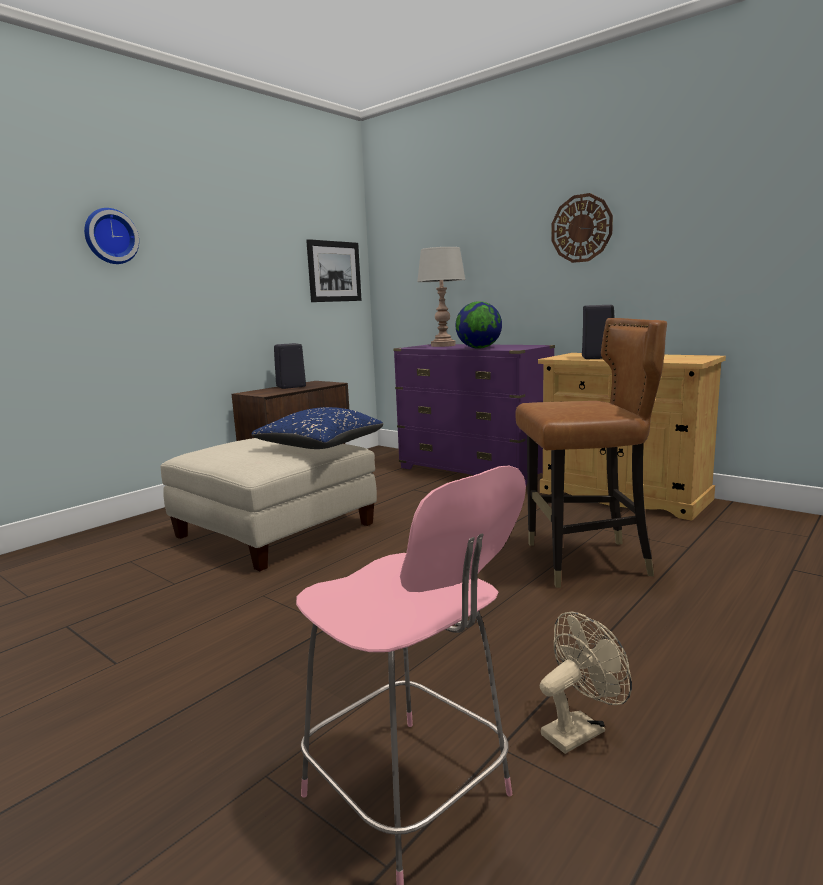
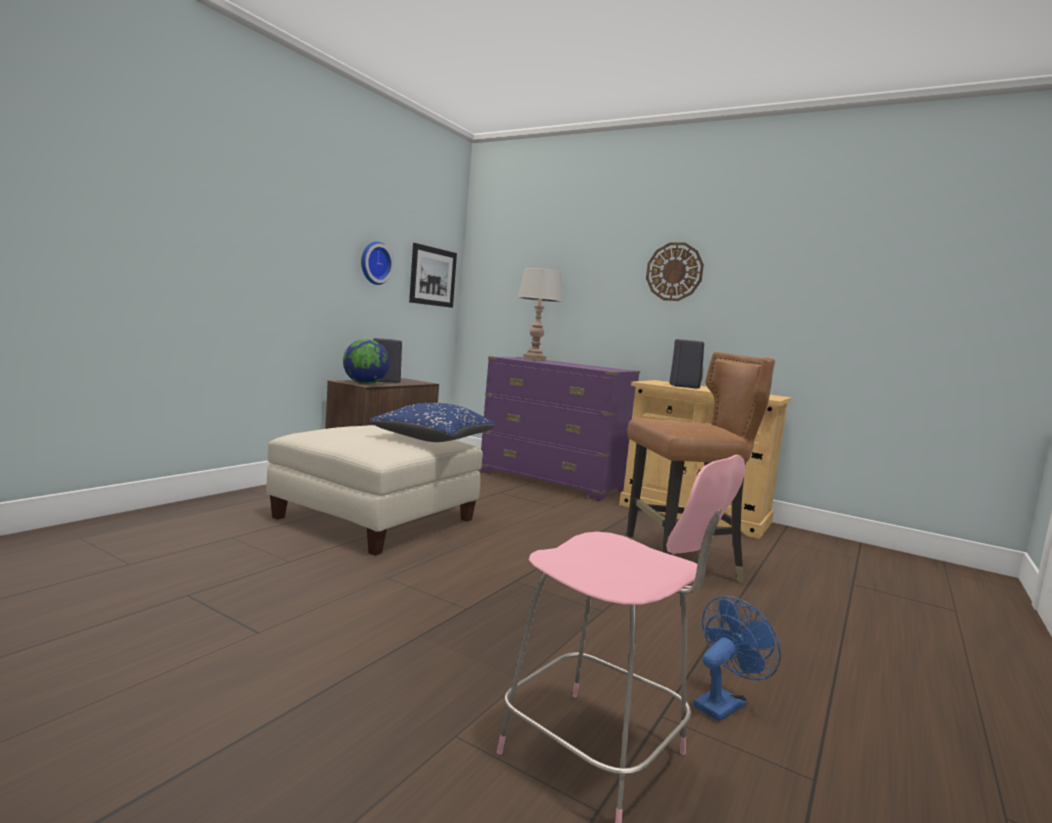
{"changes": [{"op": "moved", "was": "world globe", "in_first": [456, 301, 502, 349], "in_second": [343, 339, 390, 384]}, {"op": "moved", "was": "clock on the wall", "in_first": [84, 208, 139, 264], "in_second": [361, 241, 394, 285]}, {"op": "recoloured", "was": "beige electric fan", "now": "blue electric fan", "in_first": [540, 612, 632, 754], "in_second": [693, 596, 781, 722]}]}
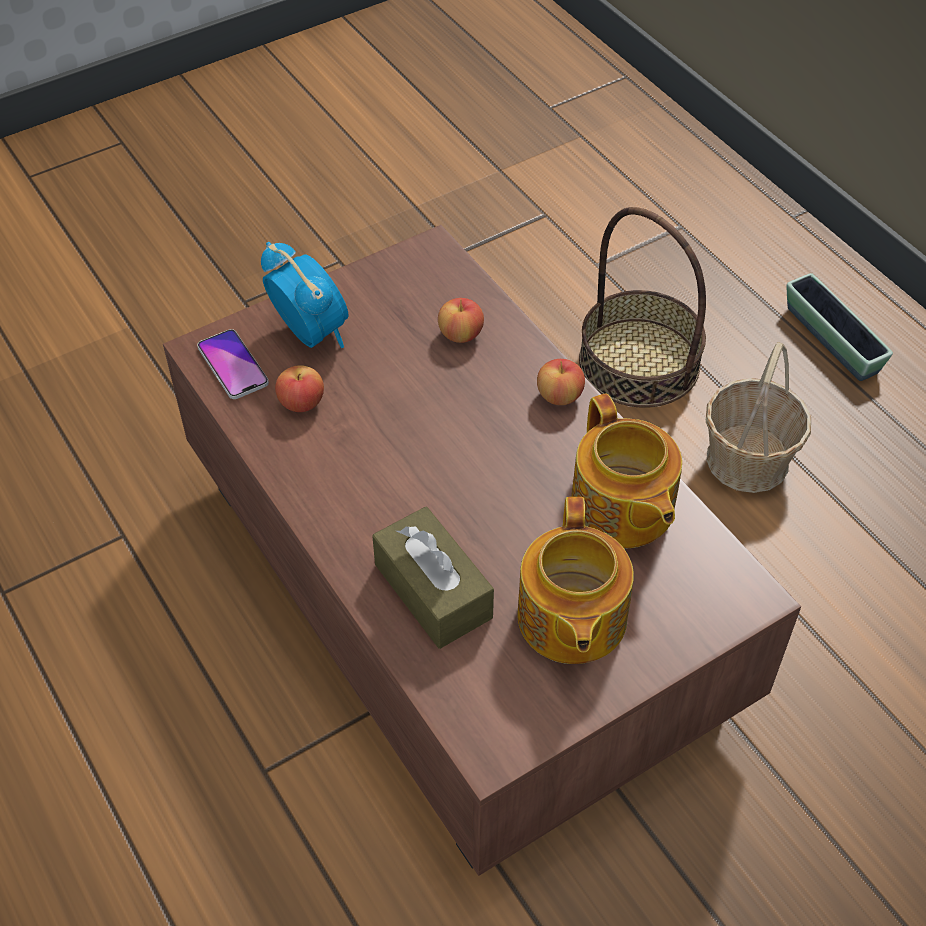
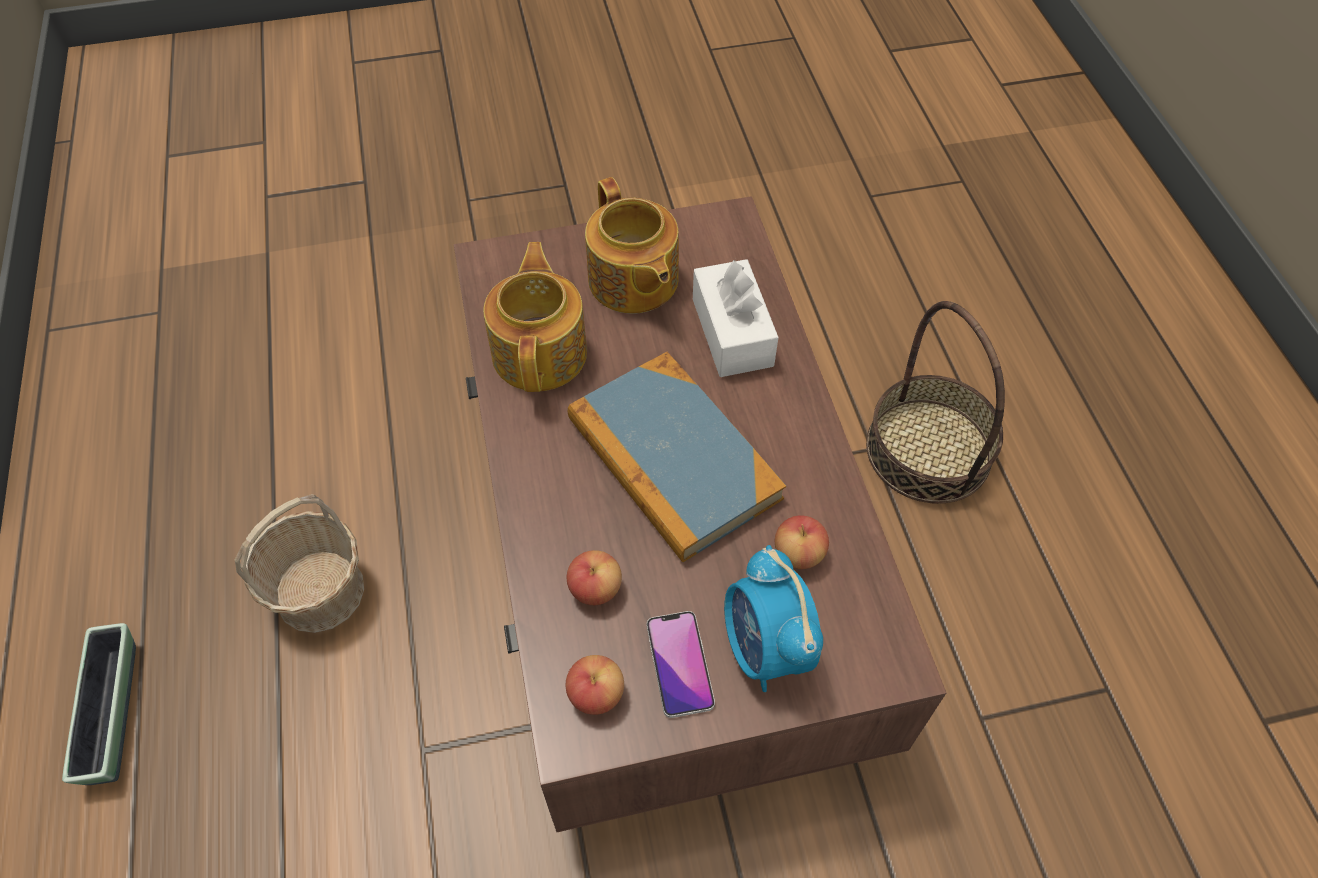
{"changes": [{"op": "moved", "was": "apple", "in_first": [537, 359, 585, 405], "in_second": [565, 655, 624, 715]}, {"op": "added", "now": "volume", "in_second": [568, 352, 786, 562]}, {"op": "turned", "was": "teapot", "in_first": [517, 497, 634, 664], "in_second": [585, 177, 679, 314], "clockwise": 135}, {"op": "moved", "was": "phone", "in_first": [197, 329, 269, 399], "in_second": [647, 611, 715, 718]}, {"op": "recoloured", "was": "brownish tissue box", "now": "white tissue box", "in_first": [372, 507, 494, 649], "in_second": [693, 259, 779, 377]}, {"op": "moved", "was": "household basket", "in_first": [579, 207, 706, 408], "in_second": [866, 301, 1005, 504]}]}
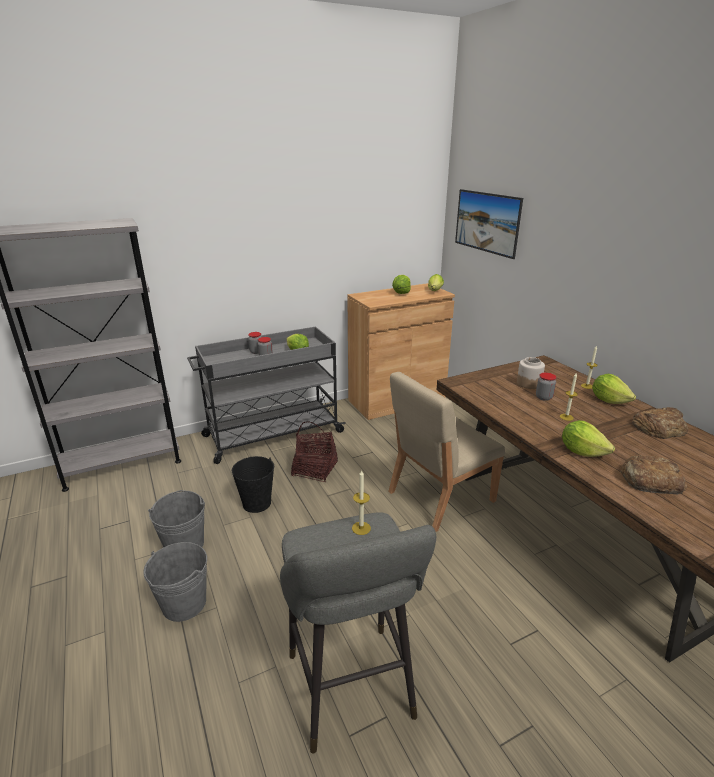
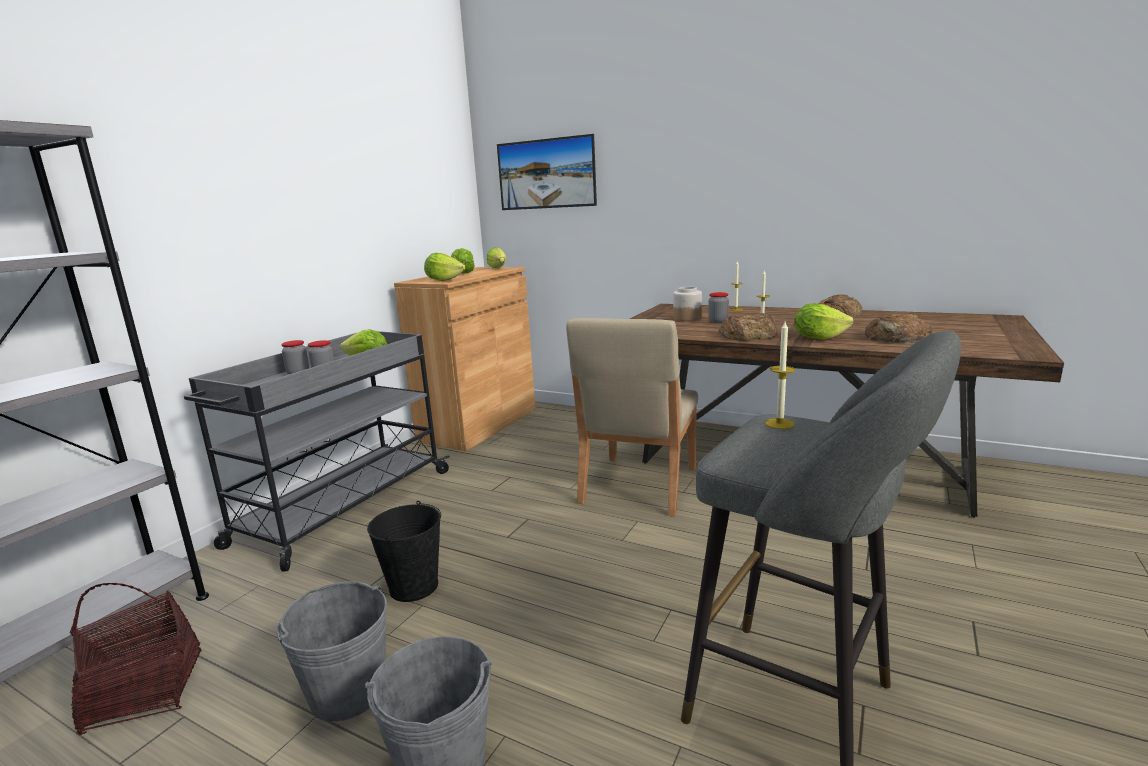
{"changes": [{"op": "moved", "was": "household basket", "in_first": [291, 421, 338, 482], "in_second": [70, 583, 202, 735]}, {"op": "moved", "was": "lettuce", "in_first": [592, 374, 636, 404], "in_second": [424, 253, 465, 281]}, {"op": "added", "now": "baked bread", "in_second": [719, 313, 777, 341]}]}
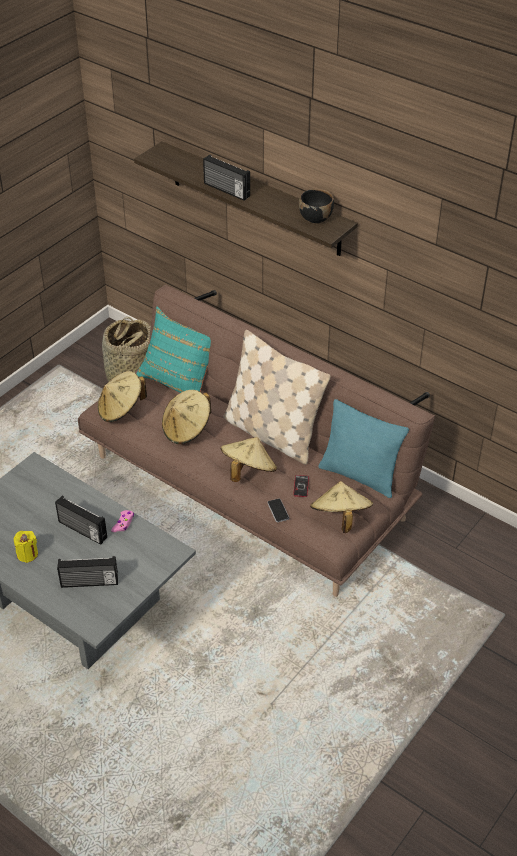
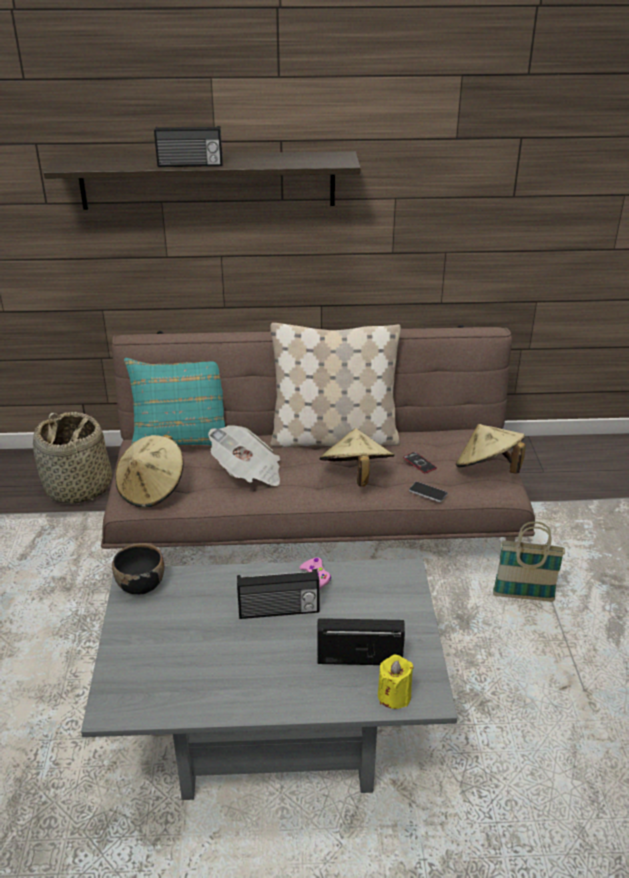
{"changes": [{"op": "moved", "was": "blackish bowl", "in_first": [299, 189, 334, 223], "in_second": [112, 543, 164, 594]}, {"op": "replaced", "was": "beige clothing hat", "now": "newspaper", "in_first": [162, 390, 211, 444], "in_second": [208, 425, 280, 486]}, {"op": "turned", "was": "radio", "in_first": [57, 556, 118, 588], "in_second": [317, 618, 405, 665], "clockwise": -135}, {"op": "moved", "was": "yellow-coloured wax candle", "in_first": [14, 531, 38, 563], "in_second": [378, 655, 414, 709]}, {"op": "added", "now": "household basket", "in_second": [493, 522, 565, 602]}, {"op": "removed", "was": "blue-green throw pillow", "in_first": [318, 399, 409, 498]}]}
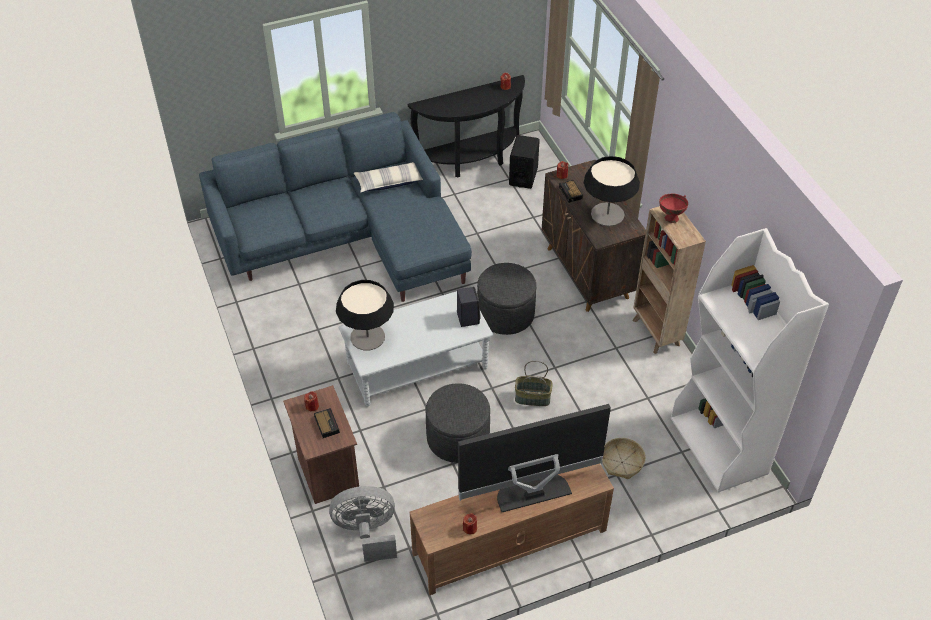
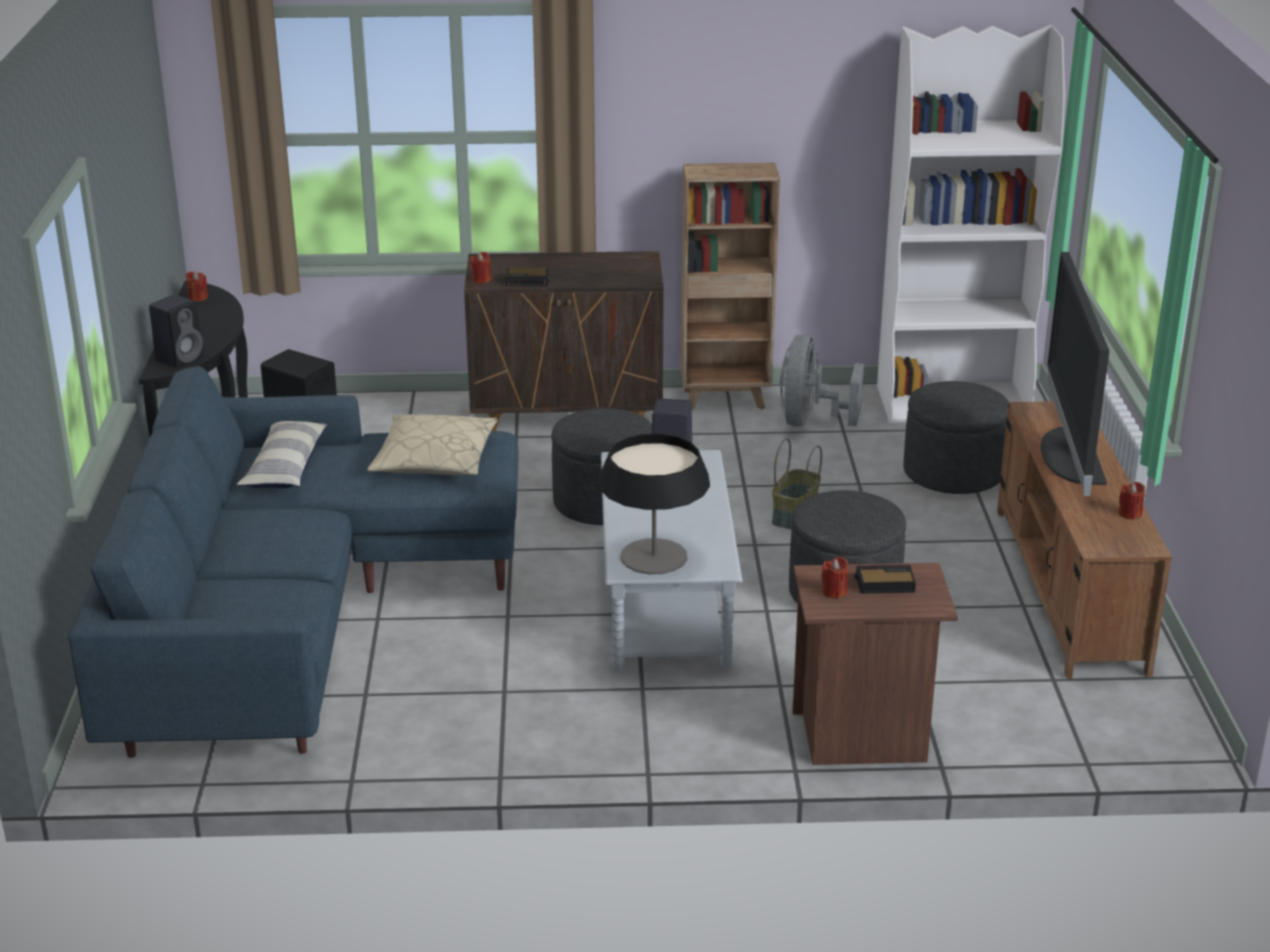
{"changes": [{"op": "added", "now": "blackish speaker", "in_second": [149, 294, 204, 368]}, {"op": "added", "now": "beige throw pillow", "in_second": [367, 414, 497, 475]}, {"op": "moved", "was": "gray electric fan", "in_first": [329, 486, 397, 562], "in_second": [780, 335, 864, 427]}, {"op": "replaced", "was": "household basket", "now": "gray footrest", "in_first": [602, 438, 646, 479], "in_second": [903, 381, 1009, 494]}, {"op": "removed", "was": "lamp for a table", "in_first": [584, 156, 640, 226]}, {"op": "removed", "was": "red bowl", "in_first": [659, 193, 688, 223]}]}
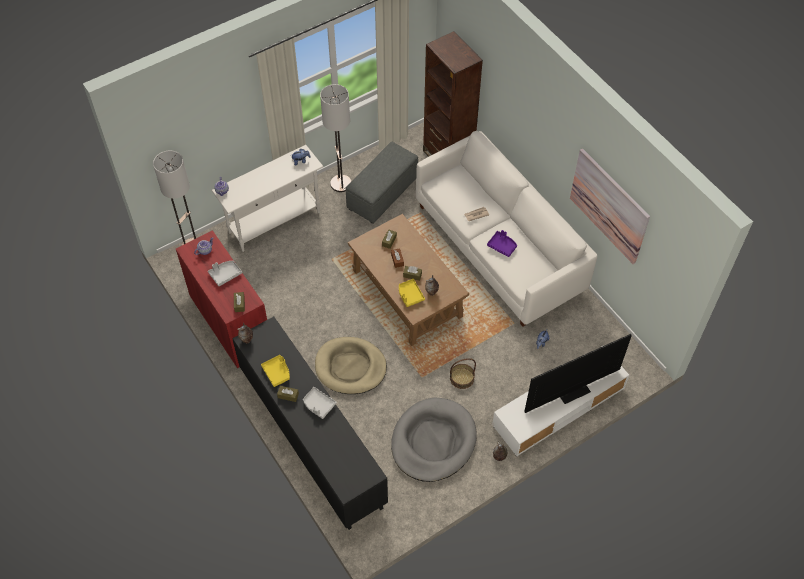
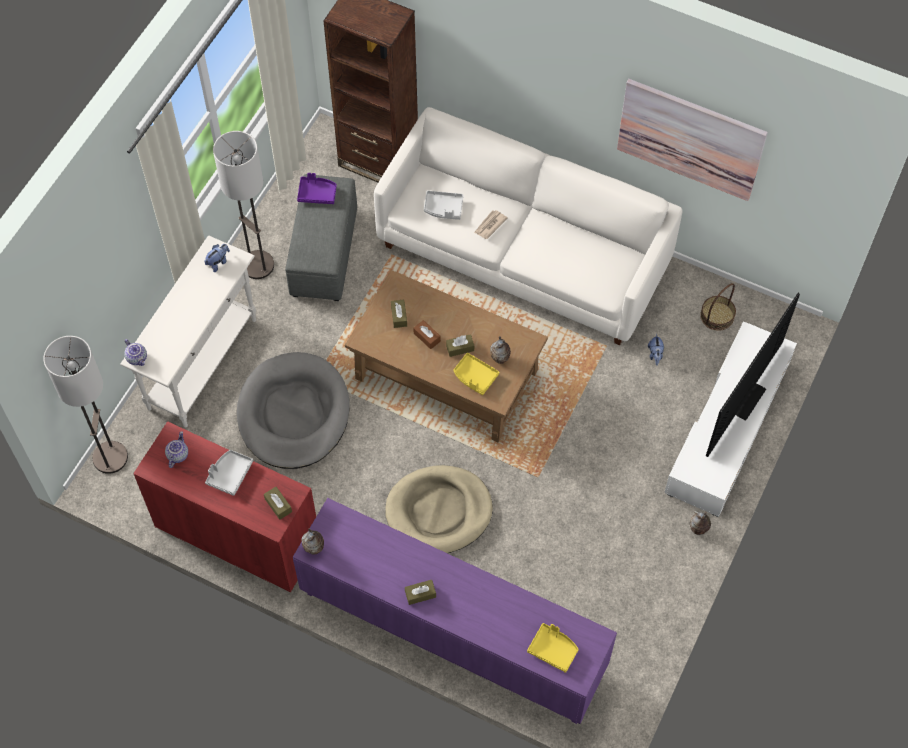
{"changes": [{"op": "moved", "was": "gray dog cushion", "in_first": [391, 397, 477, 482], "in_second": [237, 352, 350, 469]}, {"op": "recoloured", "was": "blackish cabinet", "now": "purple cabinet", "in_first": [233, 317, 388, 530], "in_second": [293, 498, 617, 724]}, {"op": "moved", "was": "purple carrying tray", "in_first": [487, 230, 517, 257], "in_second": [297, 173, 337, 204]}, {"op": "moved", "was": "gray carrying tray", "in_first": [303, 387, 336, 419], "in_second": [424, 191, 464, 220]}, {"op": "moved", "was": "yellow-coloured carrying tray", "in_first": [261, 355, 290, 387], "in_second": [527, 623, 579, 673]}, {"op": "moved", "was": "household basket", "in_first": [450, 358, 476, 389], "in_second": [700, 283, 736, 331]}]}
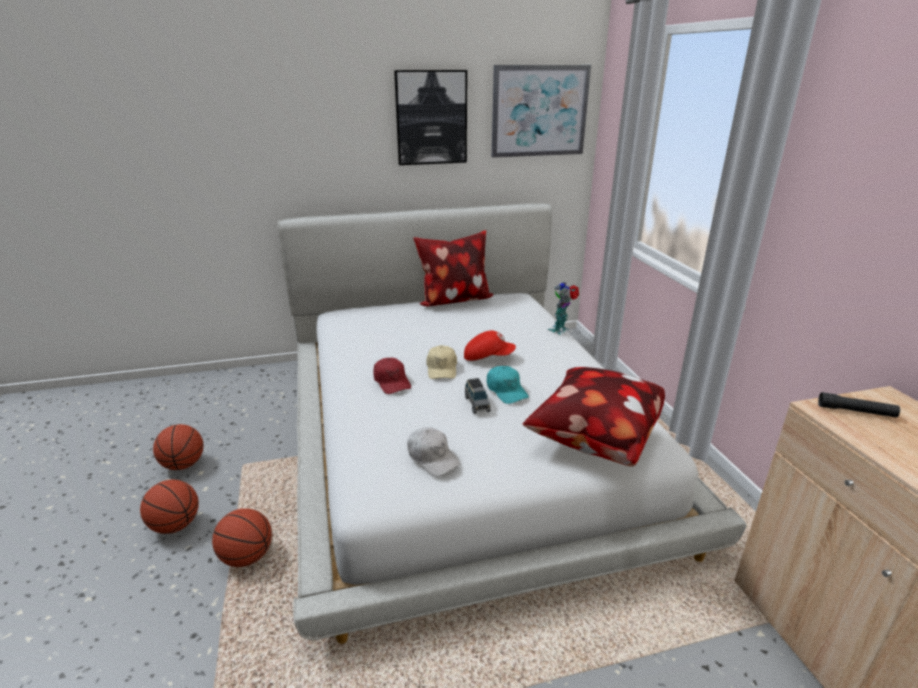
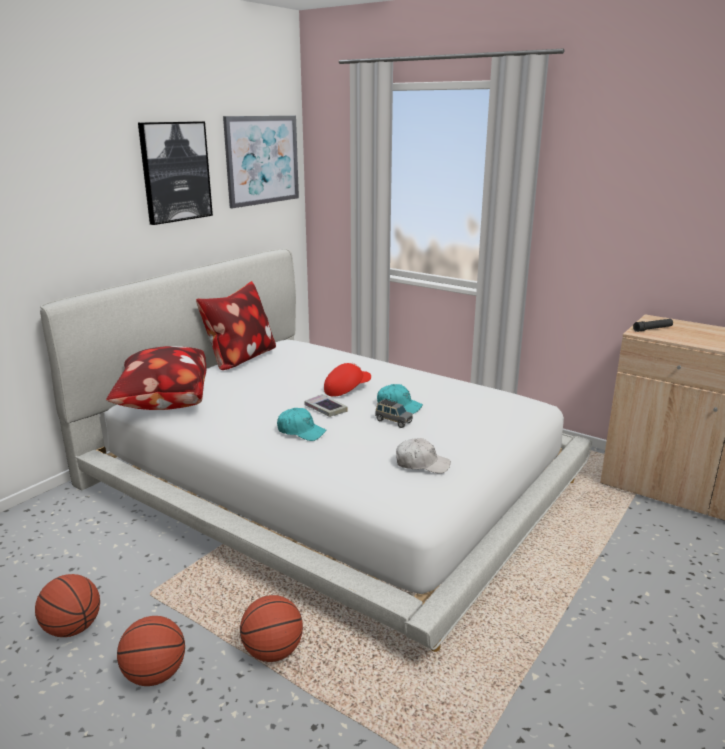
{"changes": [{"op": "moved", "was": "throw pillow", "in_first": [522, 367, 665, 467], "in_second": [106, 346, 206, 410]}, {"op": "recoloured", "was": "red cap", "now": "blue-green cap", "in_first": [373, 358, 411, 394], "in_second": [277, 408, 327, 441]}, {"op": "replaced", "was": "beige cap", "now": "volume", "in_first": [426, 345, 457, 379], "in_second": [304, 394, 348, 417]}, {"op": "removed", "was": "toy robot", "in_first": [548, 282, 579, 335]}]}
